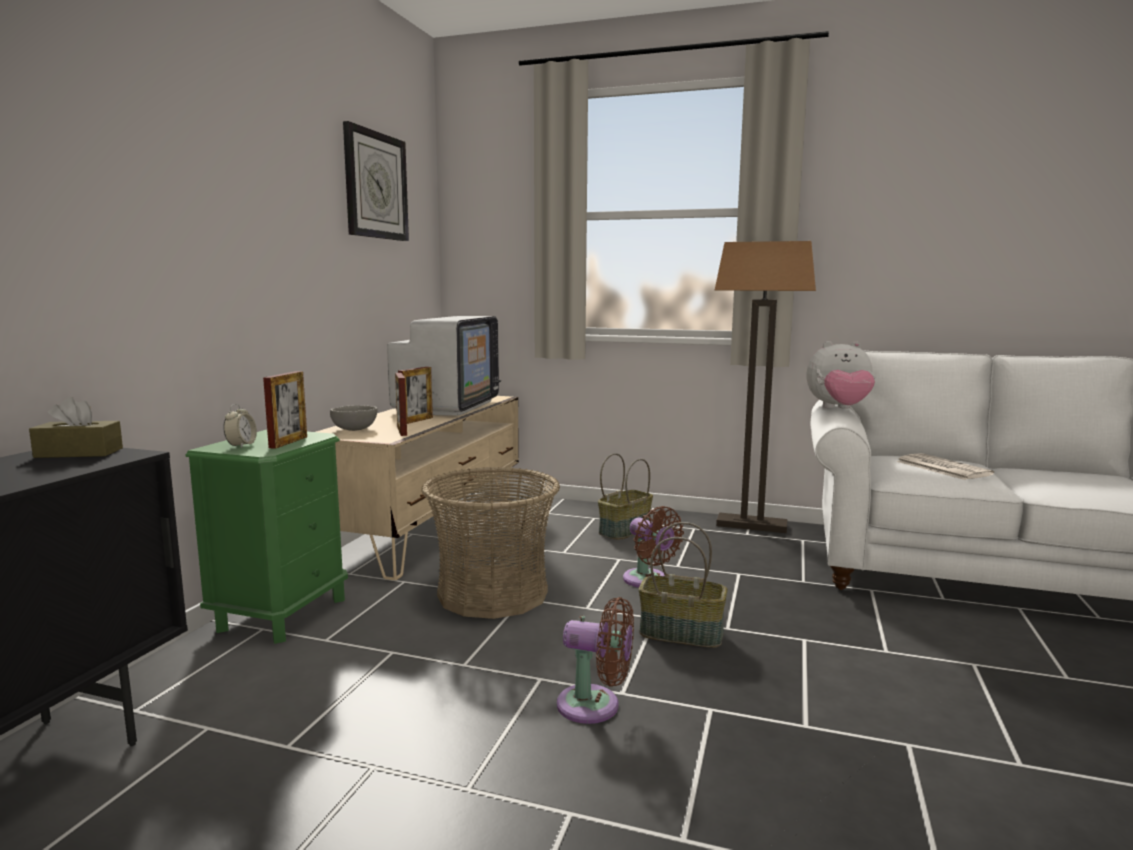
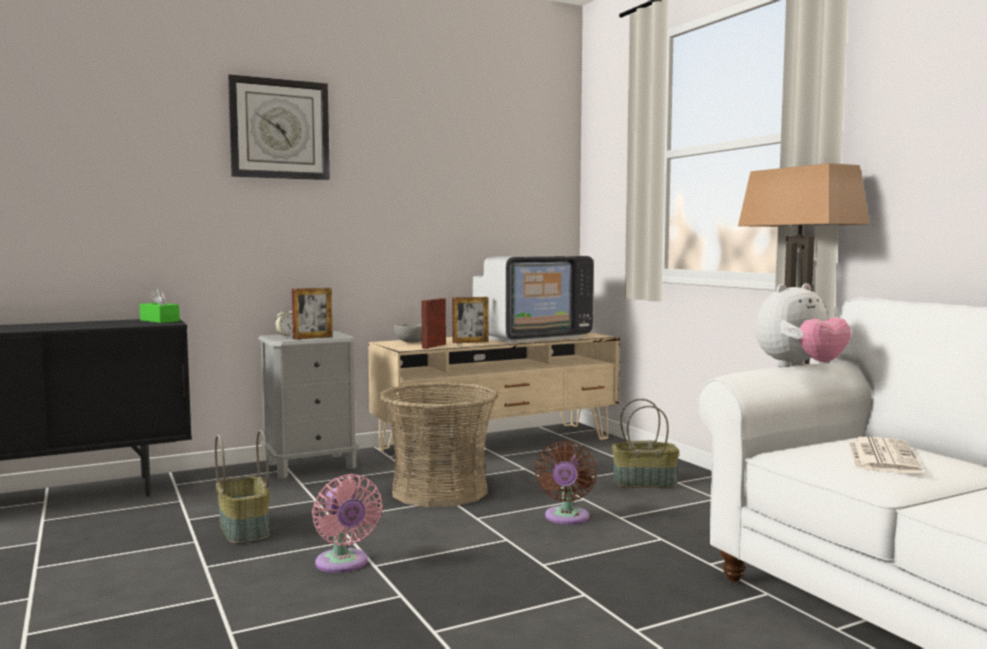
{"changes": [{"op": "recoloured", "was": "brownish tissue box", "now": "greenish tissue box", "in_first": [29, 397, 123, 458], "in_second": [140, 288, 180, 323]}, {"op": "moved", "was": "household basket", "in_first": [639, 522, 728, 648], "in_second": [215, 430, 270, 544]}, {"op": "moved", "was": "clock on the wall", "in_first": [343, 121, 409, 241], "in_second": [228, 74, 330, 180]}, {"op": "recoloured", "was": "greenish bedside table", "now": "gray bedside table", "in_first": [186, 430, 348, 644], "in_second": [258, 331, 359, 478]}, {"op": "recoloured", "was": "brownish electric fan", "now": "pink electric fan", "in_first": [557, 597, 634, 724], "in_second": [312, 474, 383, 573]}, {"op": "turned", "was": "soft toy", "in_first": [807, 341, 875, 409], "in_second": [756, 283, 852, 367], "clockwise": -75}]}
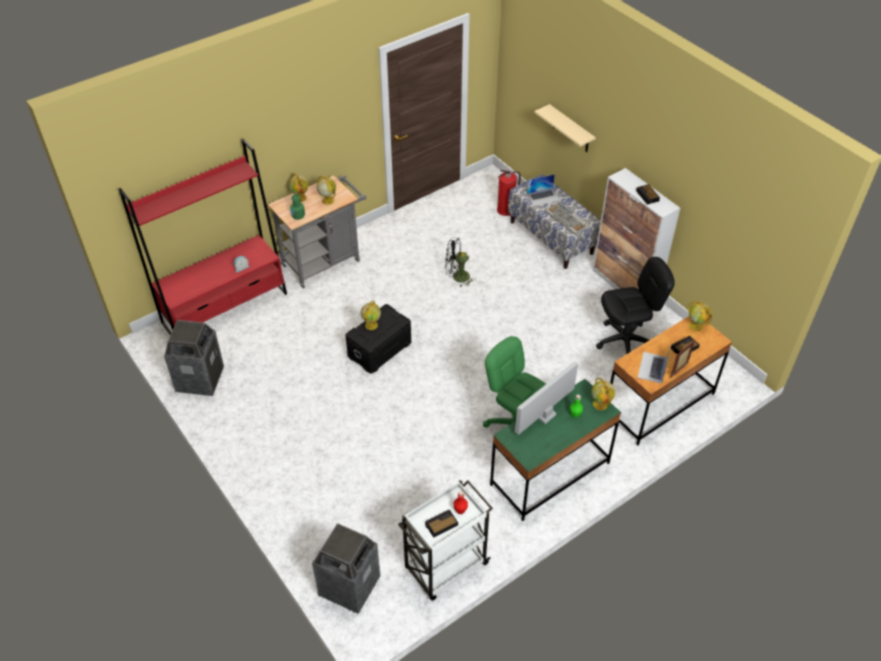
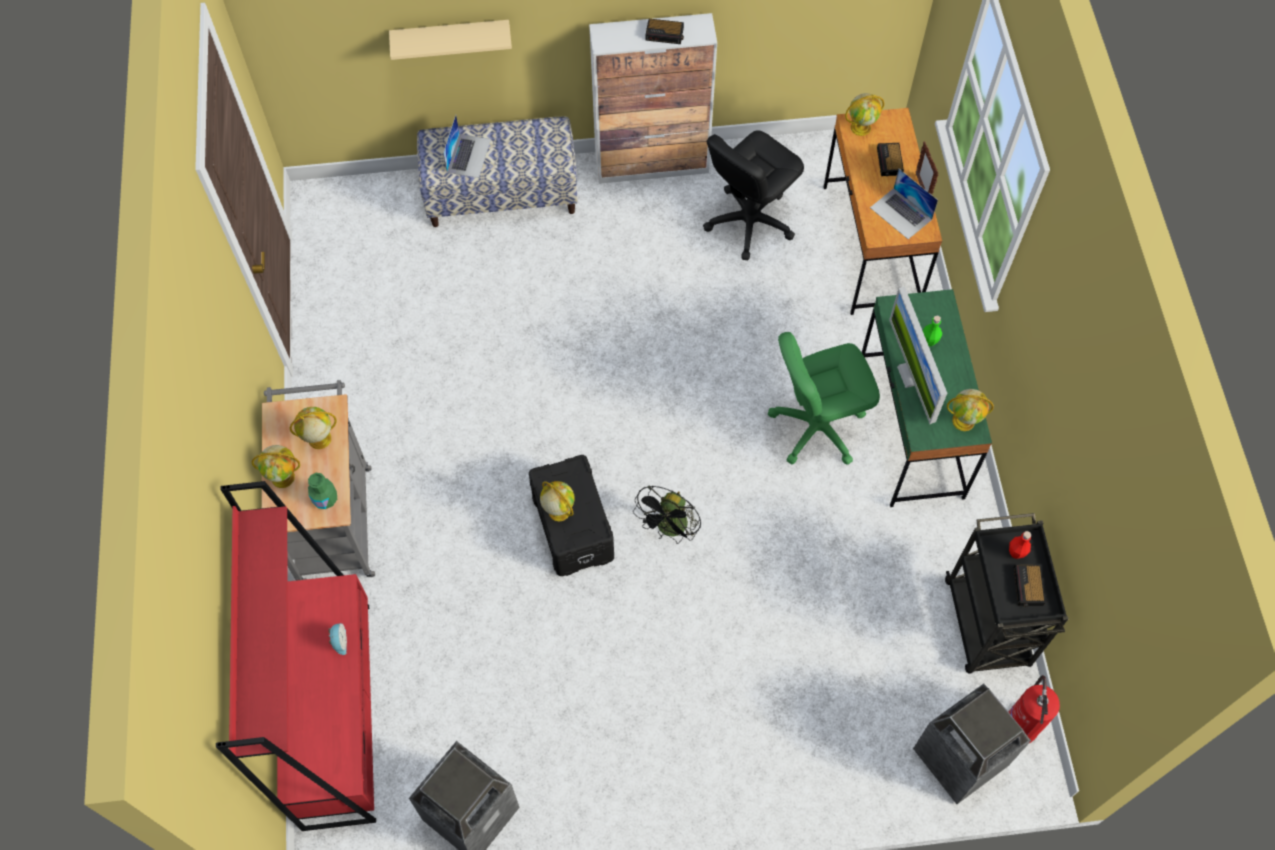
{"changes": [{"op": "moved", "was": "blackish electric fan", "in_first": [445, 238, 475, 287], "in_second": [633, 485, 701, 544]}, {"op": "turned", "was": "blackish desk chair", "in_first": [596, 257, 675, 354], "in_second": [703, 130, 804, 260], "clockwise": -150}, {"op": "recoloured", "was": "white wheeled cart", "now": "blackish wheeled cart", "in_first": [398, 480, 493, 601], "in_second": [945, 513, 1068, 674]}, {"op": "moved", "was": "world globe", "in_first": [591, 378, 615, 410], "in_second": [947, 389, 994, 431]}, {"op": "moved", "was": "extinguisher", "in_first": [497, 170, 521, 216], "in_second": [1009, 675, 1060, 743]}, {"op": "removed", "was": "computer keyboard", "in_first": [545, 201, 590, 235]}]}
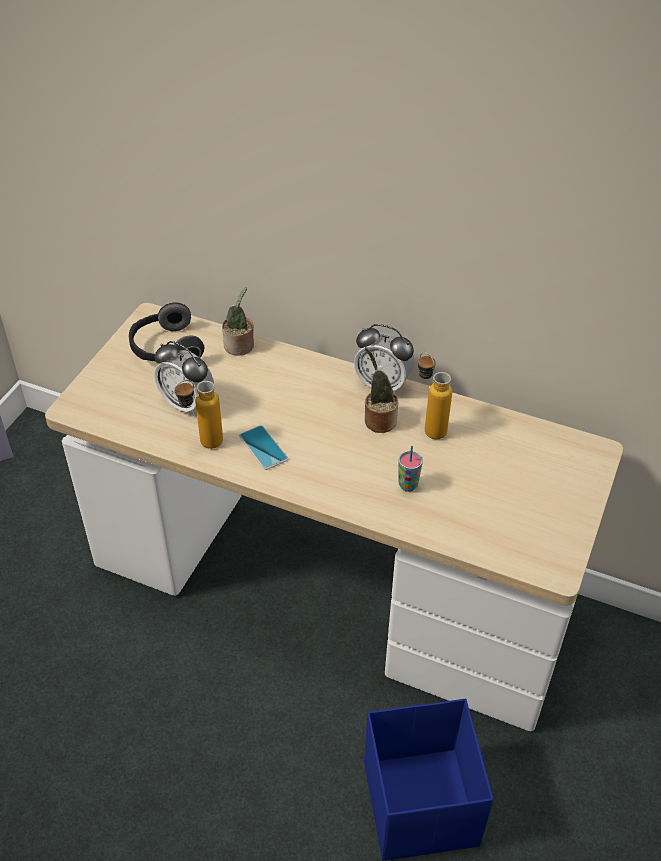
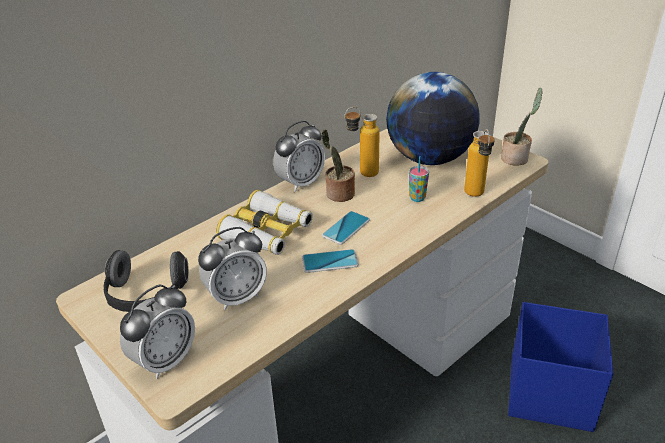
{"changes": [{"op": "added", "now": "table clock", "in_second": [120, 284, 195, 379]}, {"op": "added", "now": "pair of binoculars", "in_second": [216, 190, 313, 255]}, {"op": "added", "now": "phone", "in_second": [322, 211, 370, 245]}, {"op": "added", "now": "world globe", "in_second": [386, 72, 480, 165]}, {"op": "moved", "was": "drink bottle", "in_first": [174, 380, 223, 449], "in_second": [464, 129, 495, 197]}, {"op": "moved", "was": "houseplant", "in_first": [222, 287, 254, 355], "in_second": [501, 88, 543, 166]}]}
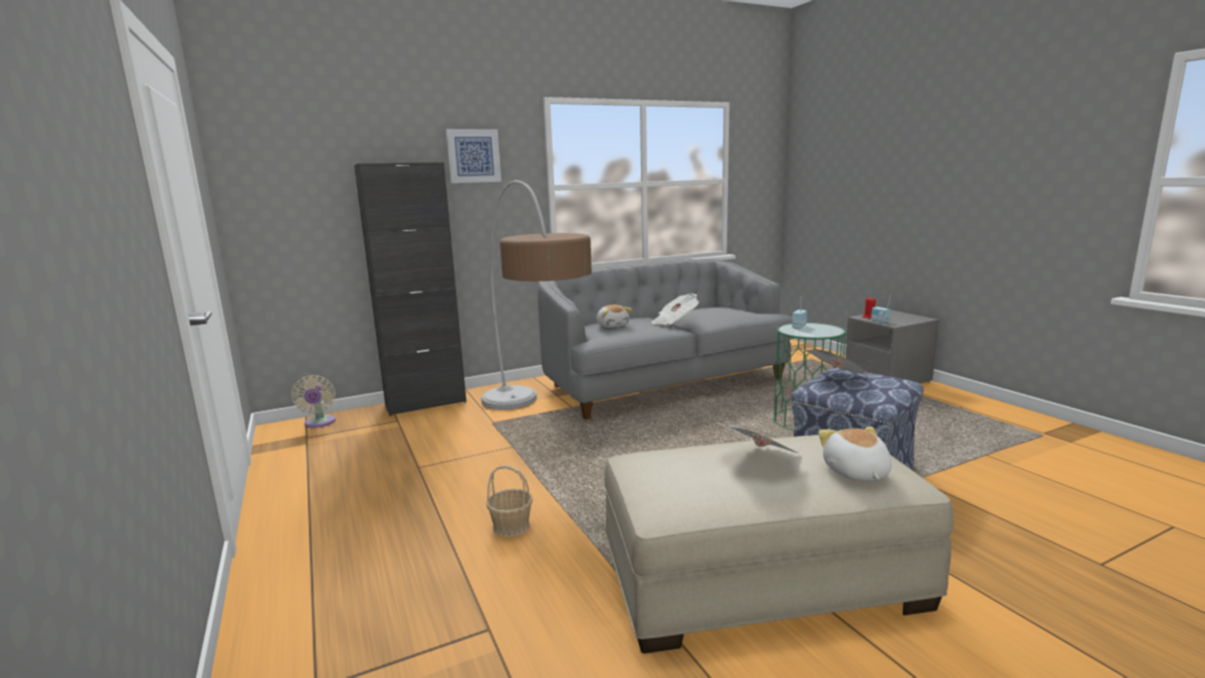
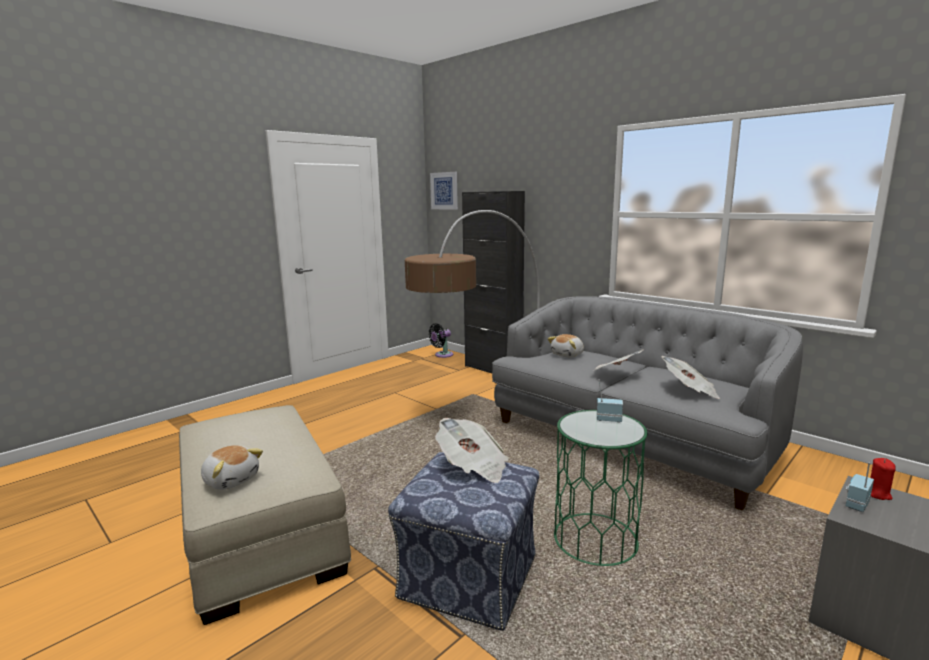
{"changes": [{"op": "turned", "was": "soft toy", "in_first": [818, 426, 892, 482], "in_second": [201, 445, 263, 490], "clockwise": 60}, {"op": "recoloured", "was": "beige electric fan", "now": "blackish electric fan", "in_first": [291, 375, 336, 428], "in_second": [429, 323, 453, 358]}, {"op": "moved", "was": "wall picture", "in_first": [446, 129, 501, 183], "in_second": [430, 172, 458, 210]}, {"op": "moved", "was": "newspaper", "in_first": [717, 423, 802, 455], "in_second": [662, 356, 720, 399]}, {"op": "removed", "was": "household basket", "in_first": [486, 465, 533, 537]}]}
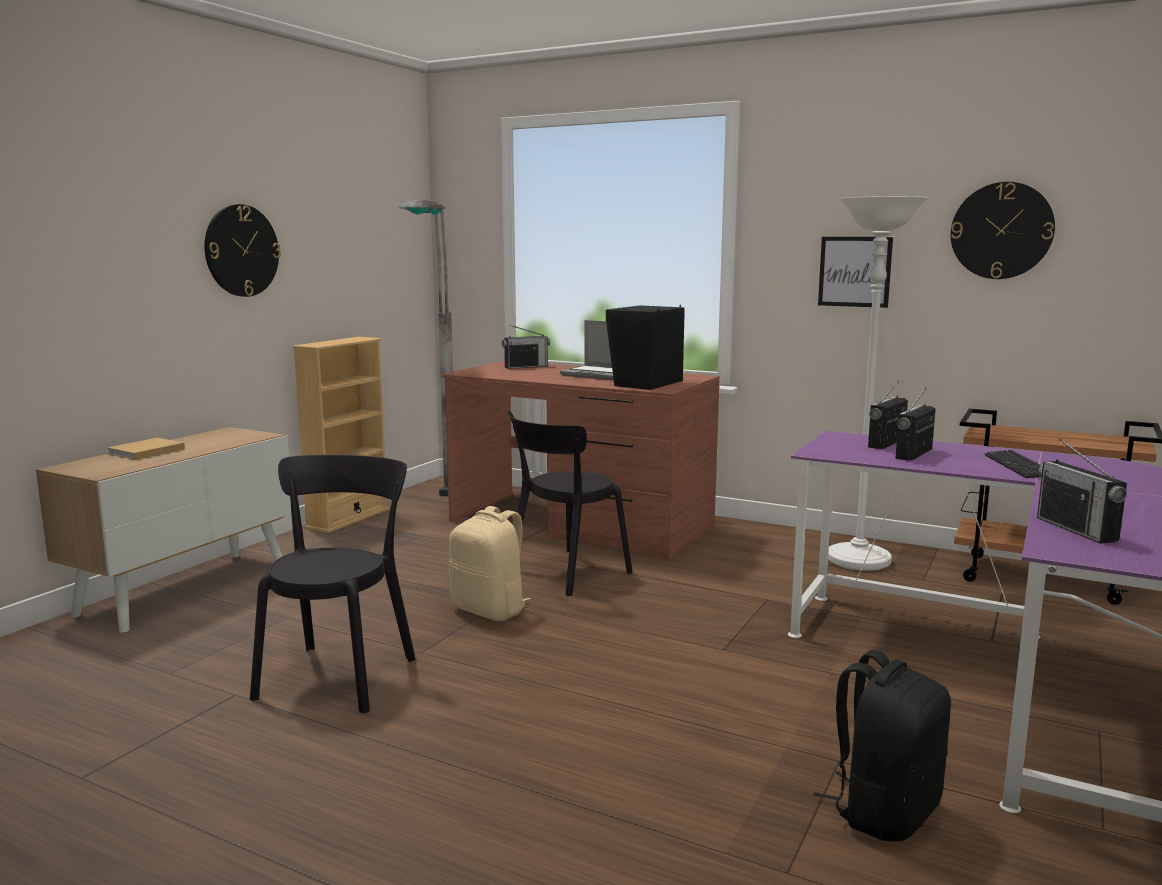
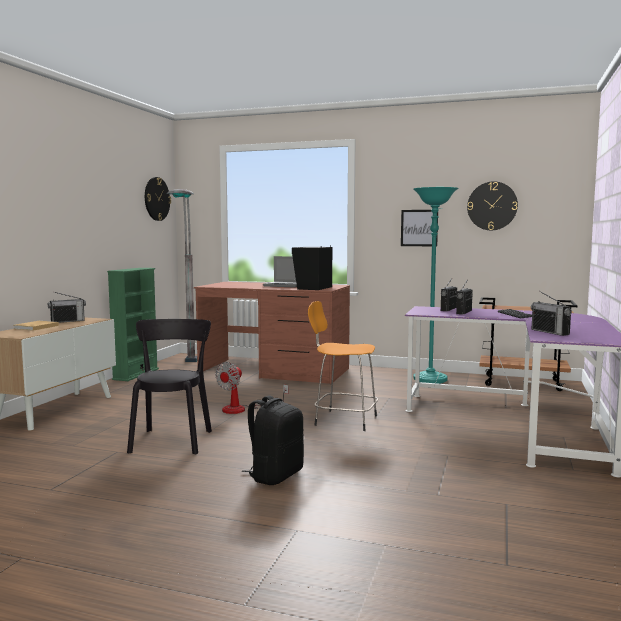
{"changes": [{"op": "moved", "was": "radio", "in_first": [502, 325, 550, 369], "in_second": [48, 292, 86, 323]}, {"op": "recoloured", "was": "beige shelving unit", "now": "greenish shelving unit", "in_first": [293, 337, 390, 533], "in_second": [107, 268, 159, 381]}, {"op": "moved", "was": "clock on the wall", "in_first": [204, 204, 281, 297], "in_second": [145, 177, 171, 221]}, {"op": "replaced", "was": "beige backpack", "now": "electric fan", "in_first": [449, 506, 530, 621], "in_second": [215, 362, 288, 414]}, {"op": "moved", "was": "blackish backpack", "in_first": [813, 650, 951, 842], "in_second": [242, 395, 304, 485]}, {"op": "added", "now": "orangey sitting stool", "in_second": [308, 301, 378, 431]}, {"op": "recoloured", "was": "white standard lamp", "now": "blue-green standard lamp", "in_first": [828, 196, 930, 571], "in_second": [413, 187, 459, 384]}, {"op": "removed", "was": "blackish upright chair", "in_first": [507, 411, 632, 596]}]}
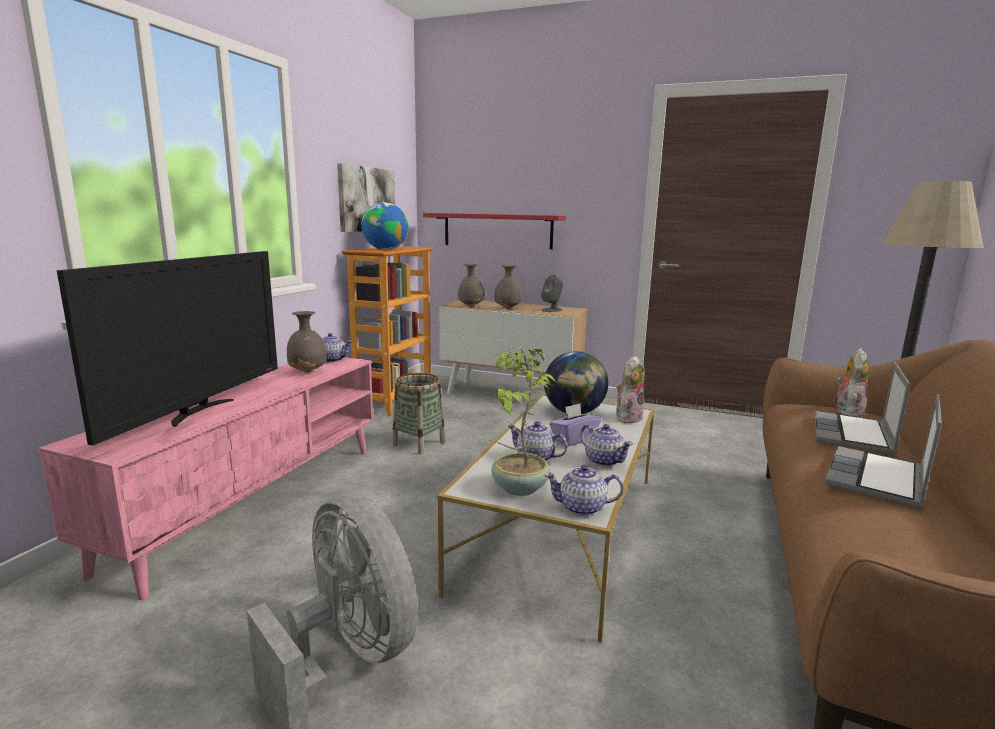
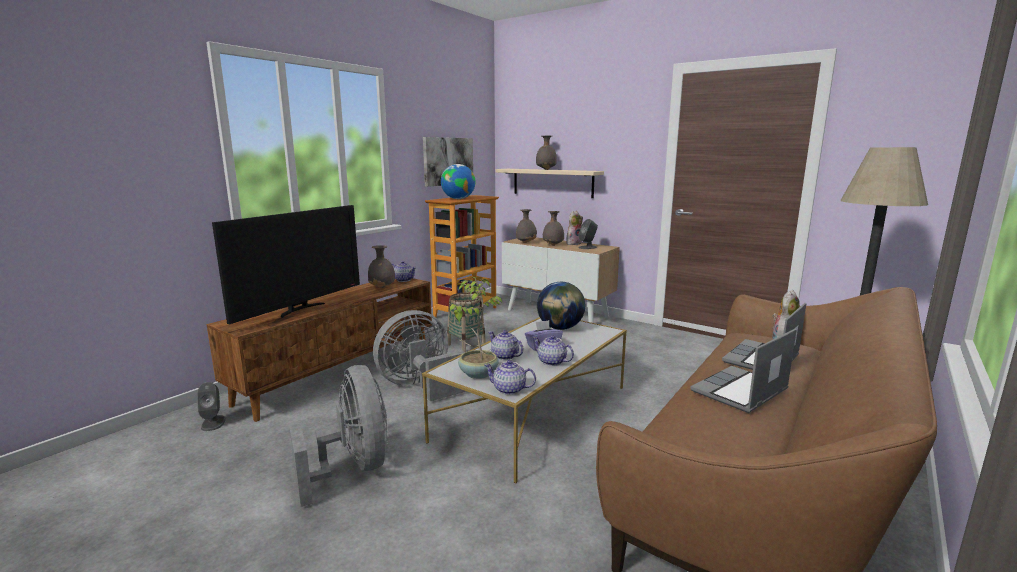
{"changes": [{"op": "added", "now": "gray speaker", "in_second": [197, 382, 226, 431]}, {"op": "recoloured", "was": "pink tv unit", "now": "brownish tv unit", "in_first": [39, 357, 373, 600], "in_second": [206, 278, 432, 422]}, {"op": "added", "now": "gray electric fan", "in_second": [373, 310, 467, 401]}, {"op": "recoloured", "was": "red wall shelf", "now": "beige wall shelf", "in_first": [423, 213, 566, 250], "in_second": [495, 169, 604, 198]}, {"op": "turned", "was": "teapot", "in_first": [580, 424, 633, 467], "in_second": [532, 335, 574, 366], "clockwise": 150}, {"op": "added", "now": "gray decorative vase", "in_second": [536, 136, 557, 170]}, {"op": "moved", "was": "soft toy", "in_first": [616, 356, 645, 423], "in_second": [566, 211, 583, 245]}]}
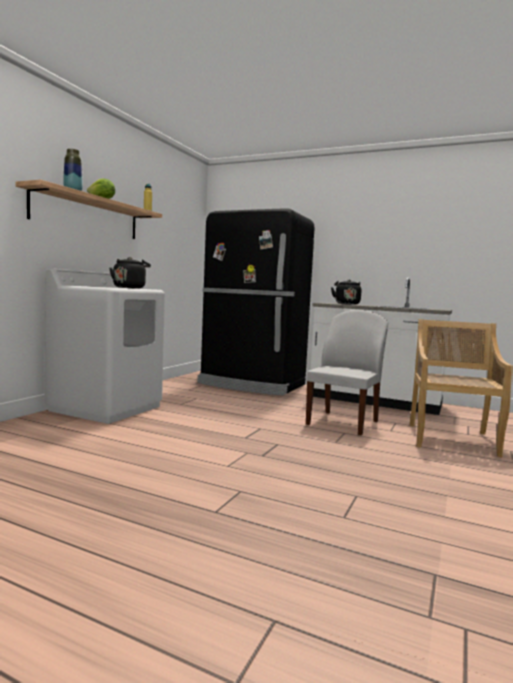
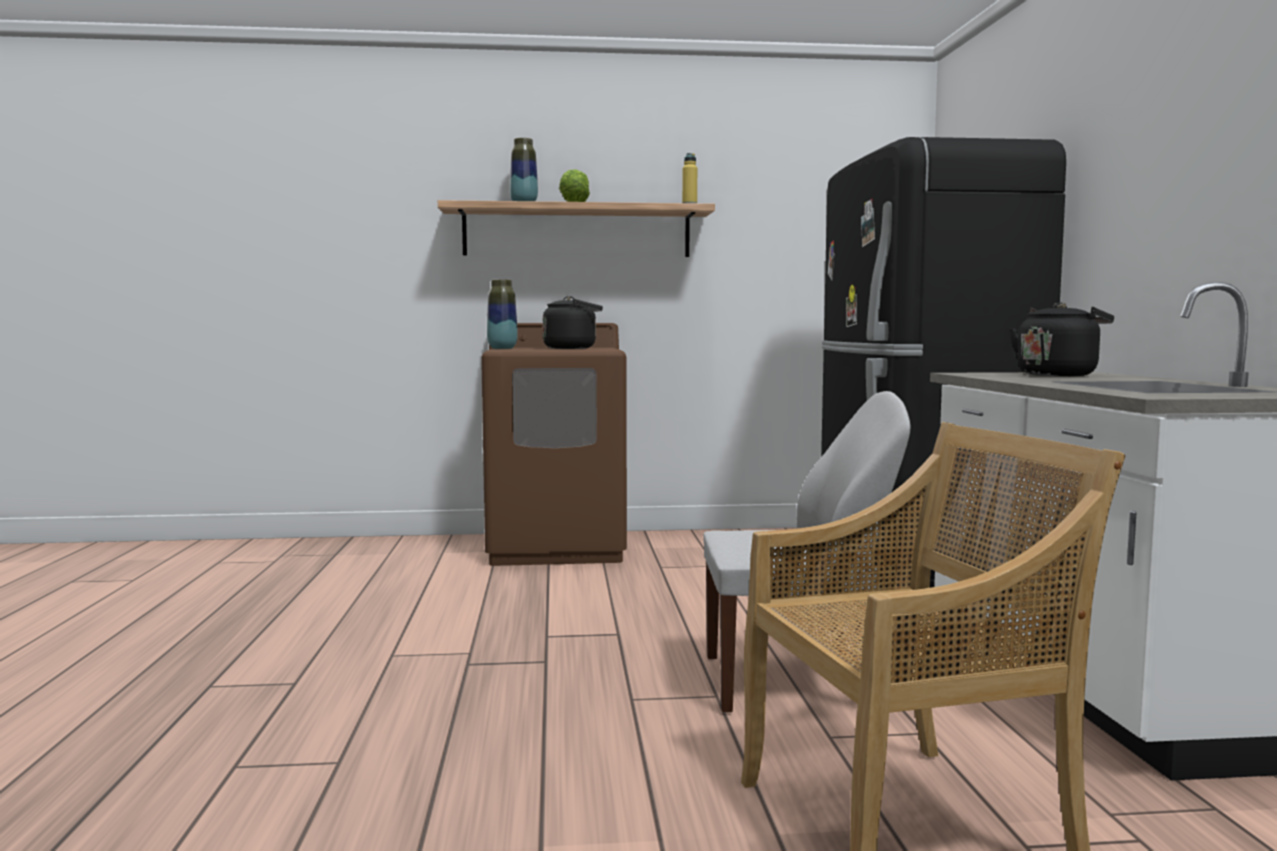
{"changes": [{"op": "recoloured", "was": "white washing machine", "now": "brownish washing machine", "in_first": [45, 268, 165, 424], "in_second": [481, 323, 627, 566]}, {"op": "added", "now": "decorative vase", "in_second": [487, 279, 518, 349]}]}
